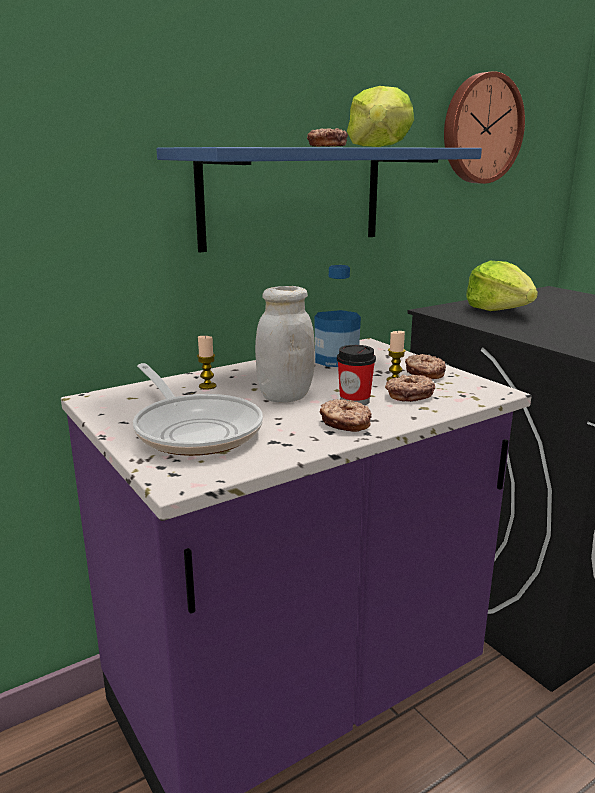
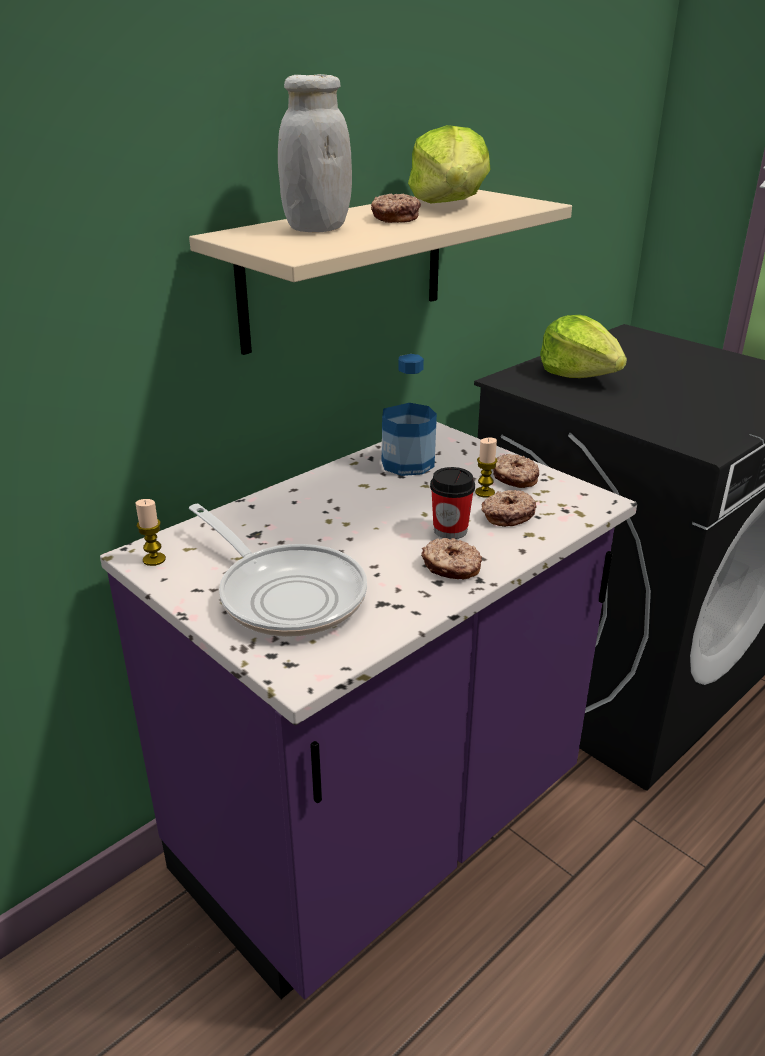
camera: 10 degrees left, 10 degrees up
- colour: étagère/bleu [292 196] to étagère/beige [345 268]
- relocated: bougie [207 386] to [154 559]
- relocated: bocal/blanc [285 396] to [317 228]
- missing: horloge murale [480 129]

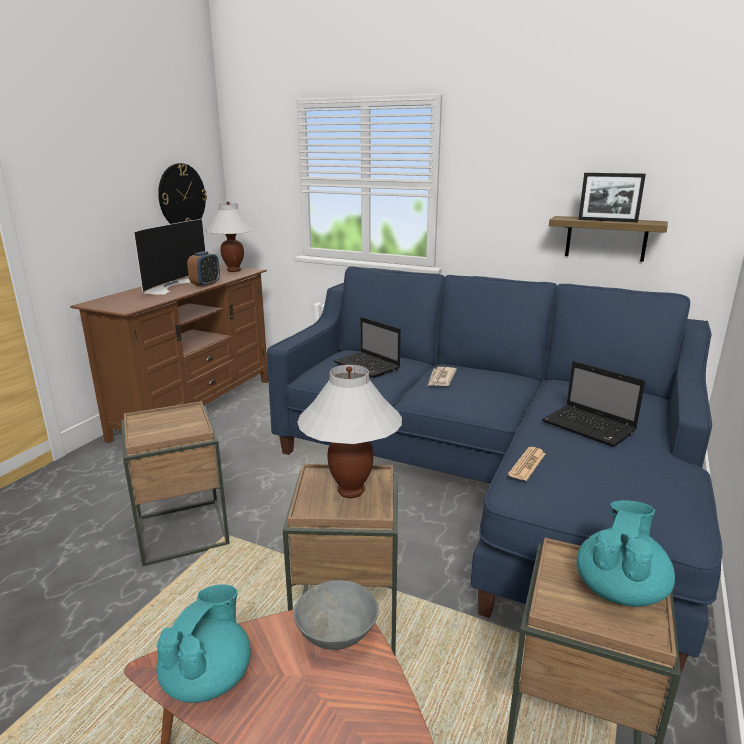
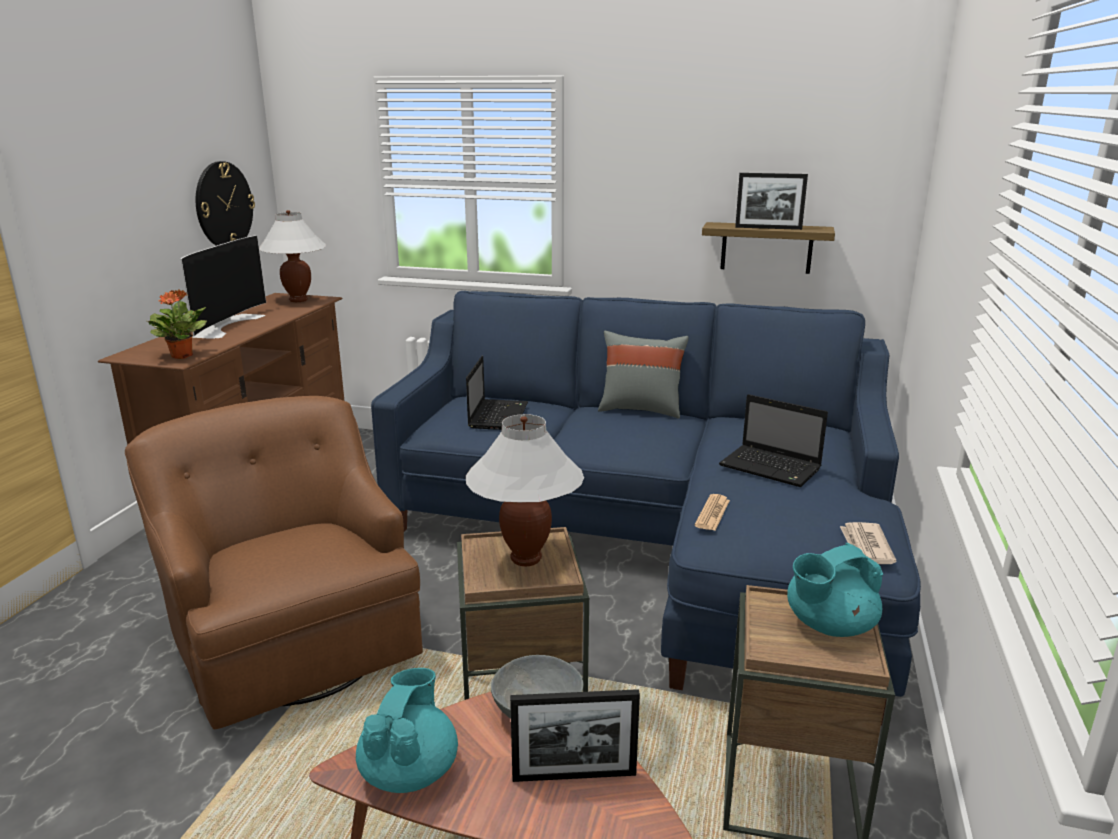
camera: 10 degrees left, 0 degrees up
- exchanged: table d'appoint/marron [183 531] to fauteuil/marron [293 637]
- missing: réveil [205 284]
- spun: ordinateur portable [368 366] = [498 415] 120 degrees counterclockwise
- relocated: journal [441 378] to [866 547]
- spun: théière/turquoise [619 589] = [828 626] 135 degrees counterclockwise
- appeared: plante en pot [182 356]
- appeared: cadre photo [574 775]
- appeared: coussin/gris [641 409]

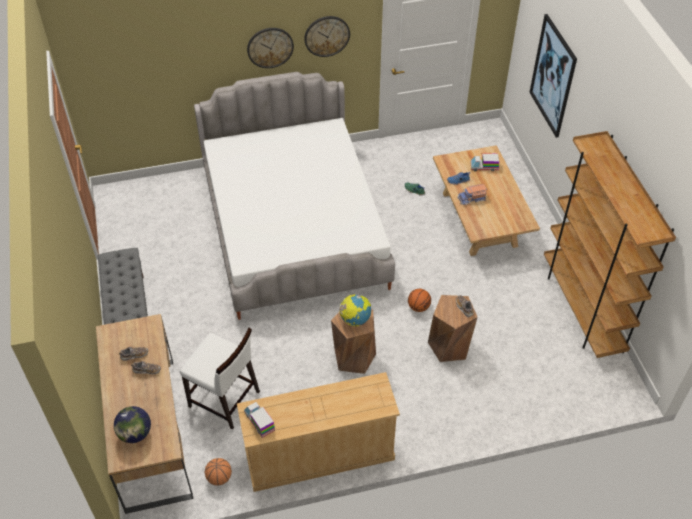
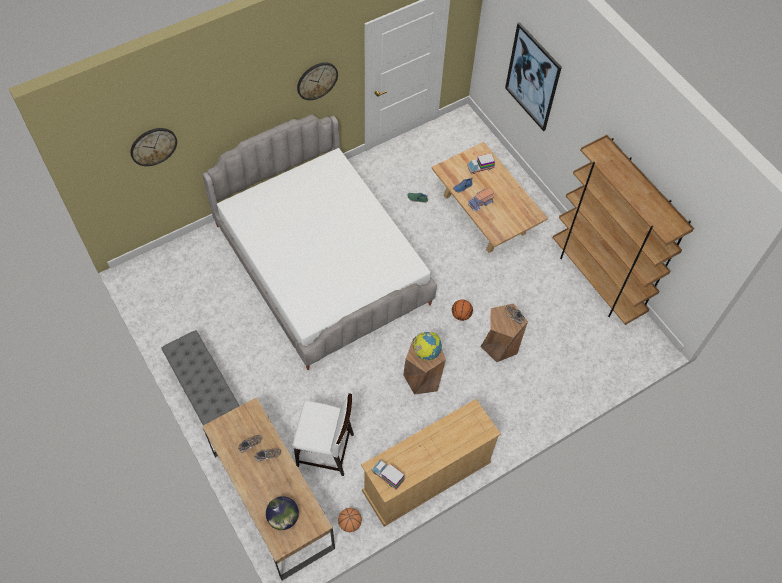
camera: 20 degrees left, 10 degrees up
- relocated: horloge murale [270 47] to [153 146]

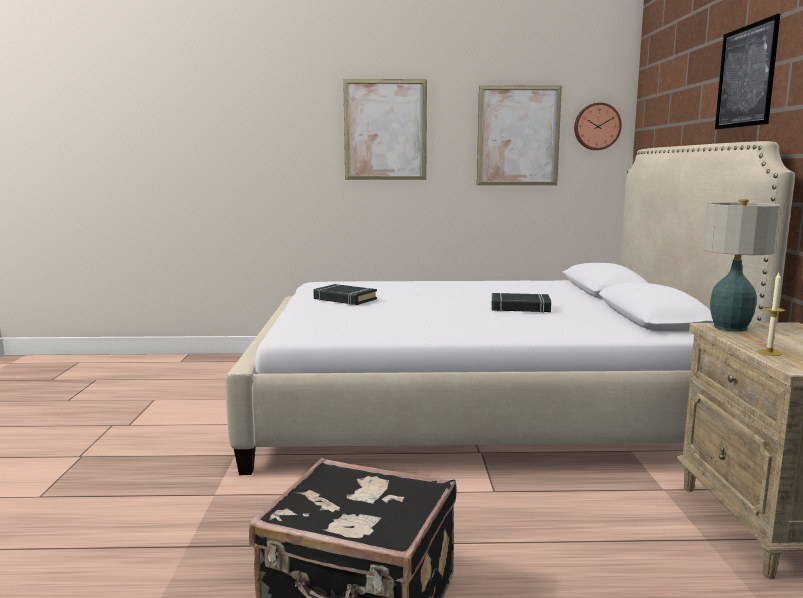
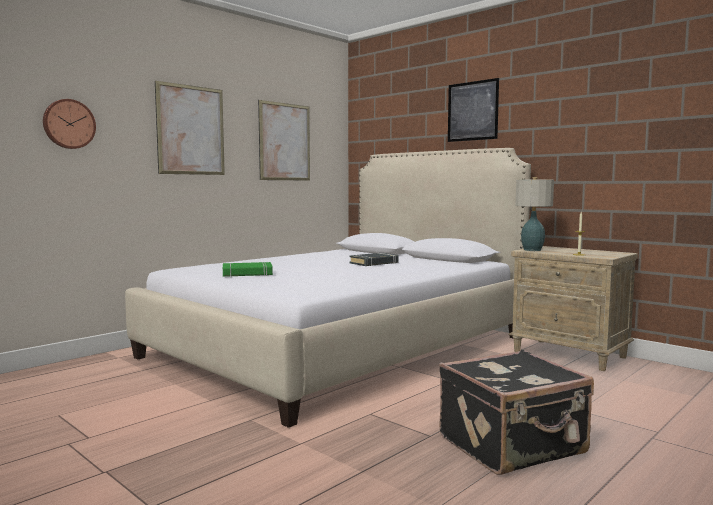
camera: 45 degrees left, 5 degrees down
- colour: livre/noir [344 299] to livre/vert [247 274]
- relocated: horloge murale [596 126] to [68 124]

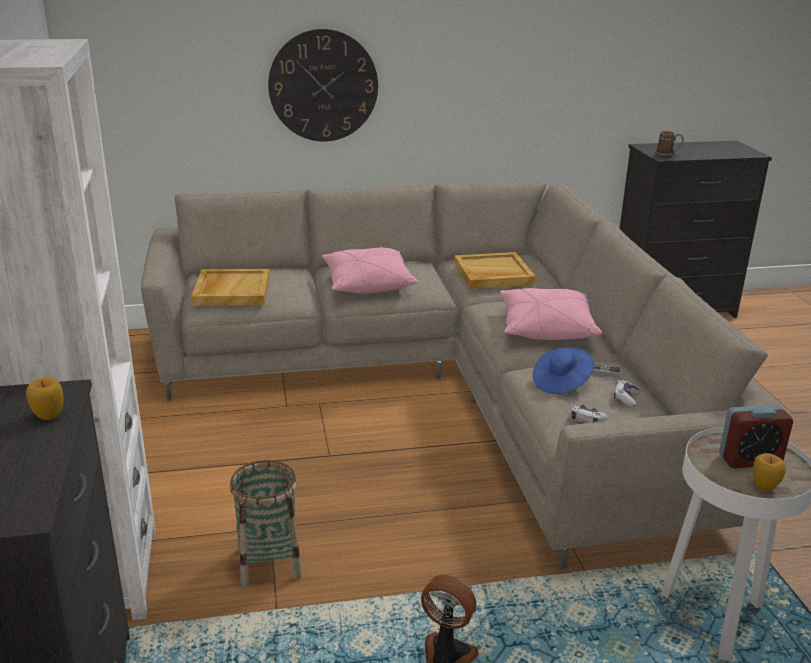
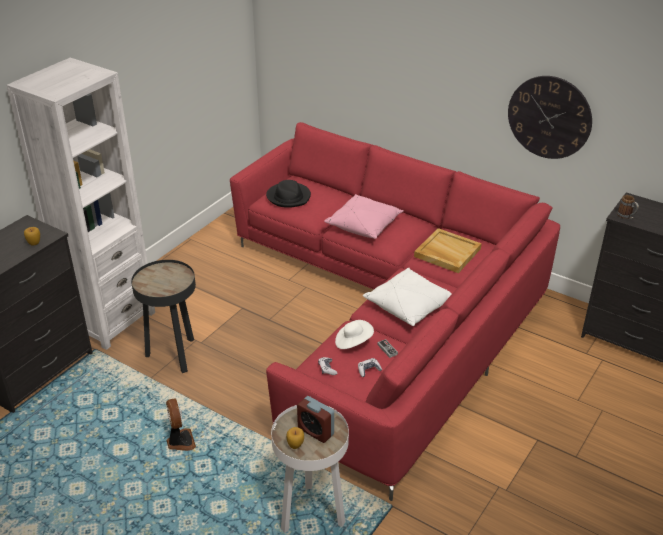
camera: 45 degrees right, 10 degrees up
- colour: canapé/beige [449 385] to canapé/rouge [388 314]
- exchanged: plateau/beige [231 290] to chapeau/noir [289 197]
- exchanged: panier [268 563] to table d'appoint/noir [174 356]
- relocated: horloge murale [323 86] to [549 117]
- colour: coussin/rose [545 328] to coussin/blanc [409 305]
- colour: chapeau/bleu [561 382] to chapeau/blanc [353 342]

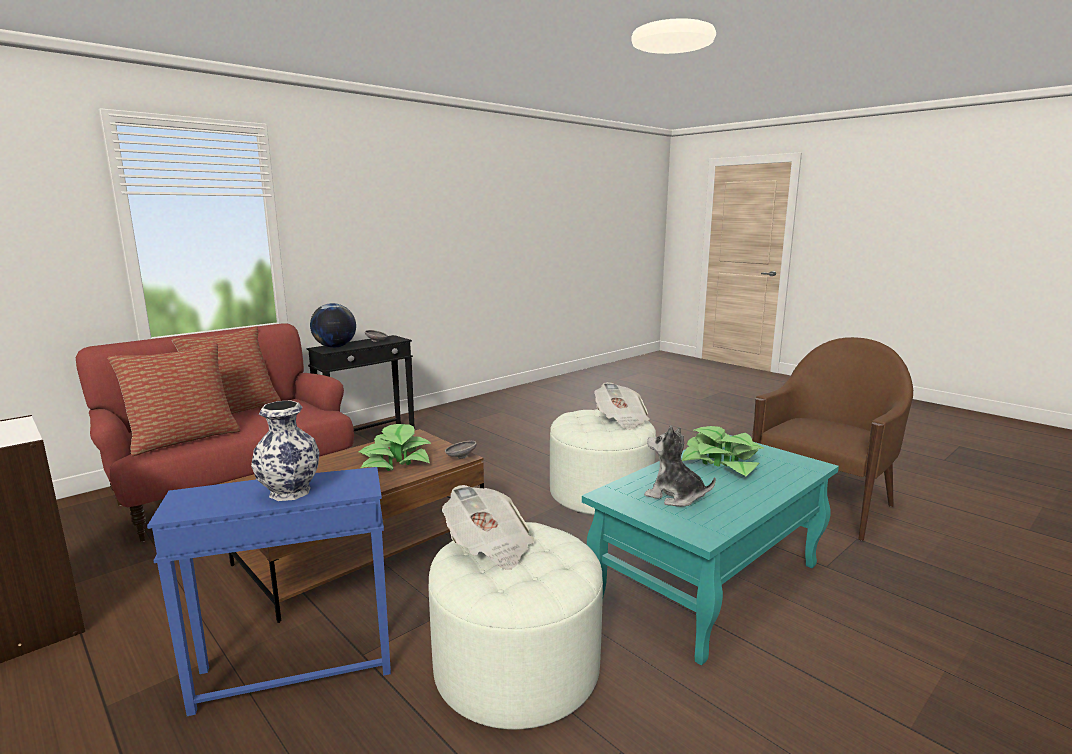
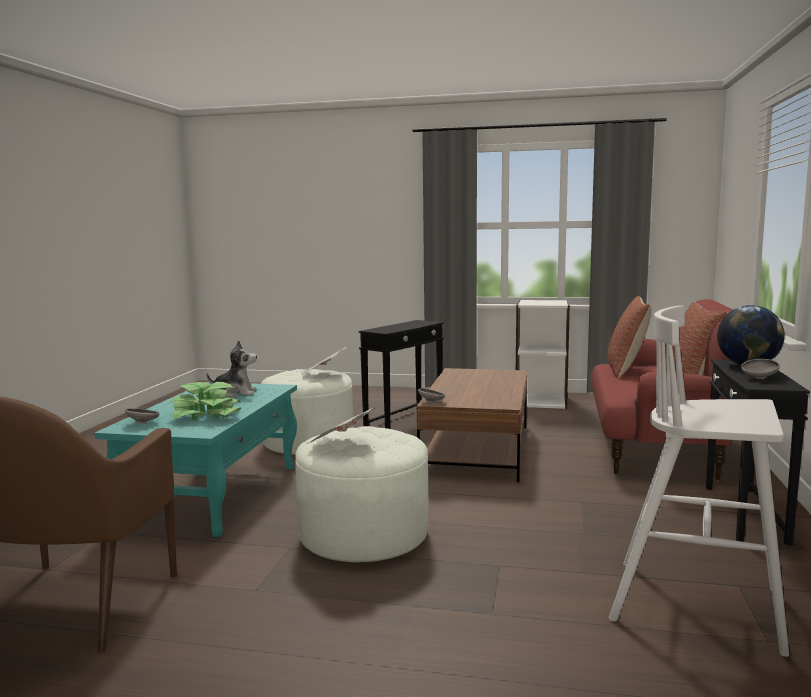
camera: 145 degrees right, 5 degrees down
- colour: table d'appoint/bleu [294 671] to table d'appoint/noir [405 420]
- missing: vase [291 491]
- missing: plante en pot [395 461]
- appeared: bol/gris [143 423]
- appeared: tabouret/blanc [700 606]

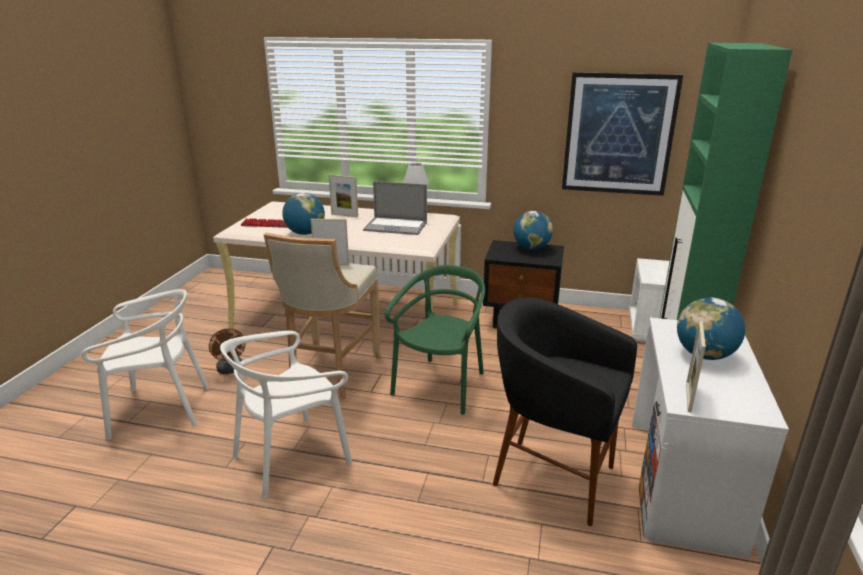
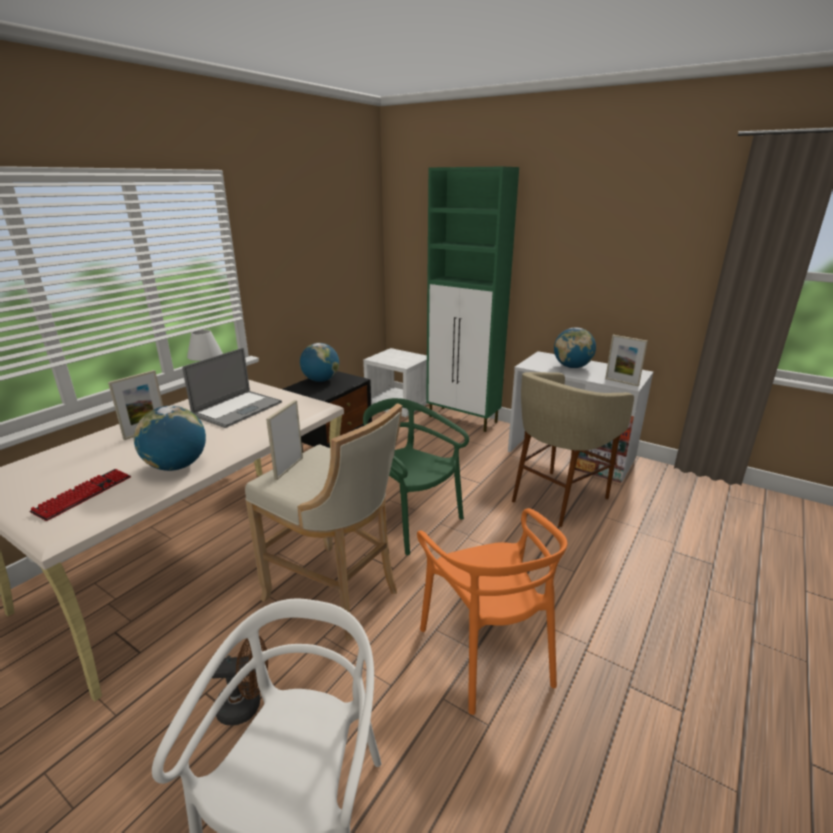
camera: 70 degrees left, 0 degrees up
- colour: chaise/blanc [292 457] to chaise/orange [488 652]
- colour: tabouret/noir [552 478] to tabouret/beige [557 498]
- missing: tableau [618 134]

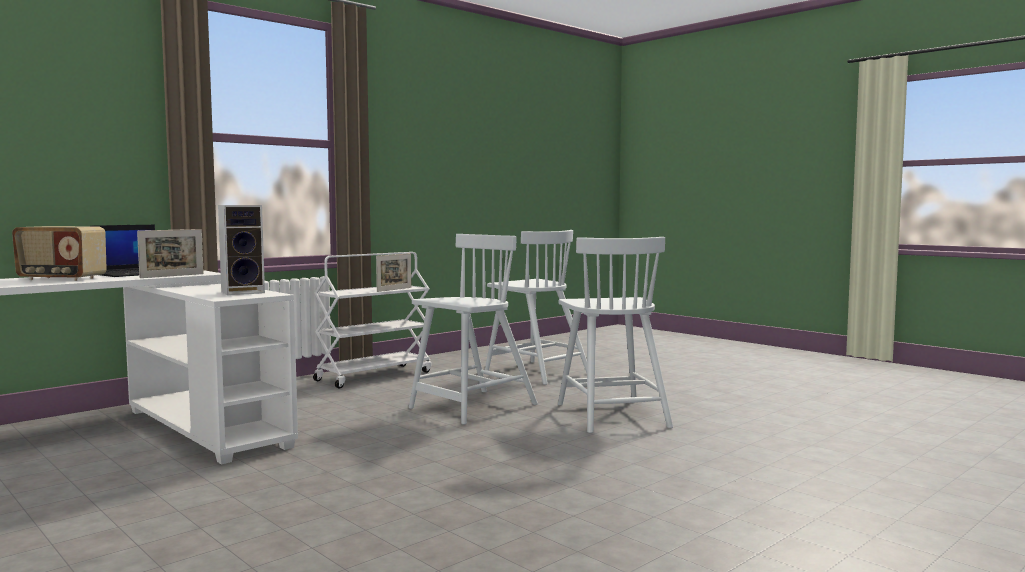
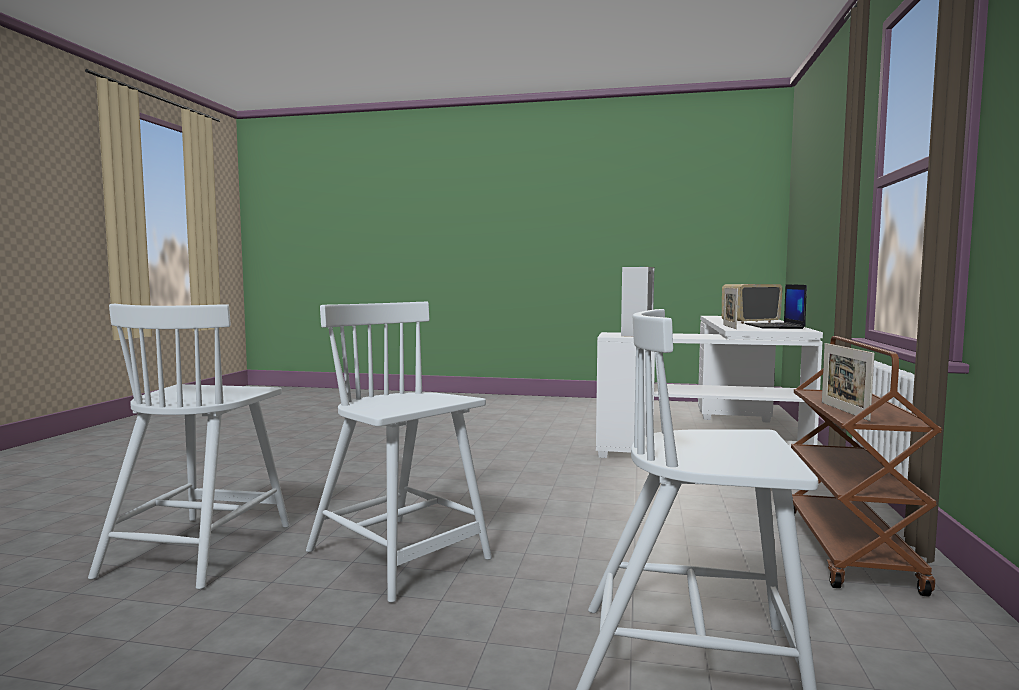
camera: 145 degrees right, 0 degrees up
- colour: chariot/blanc [374 376] to chariot/marron [850 551]
- relocated: chaise/blanc [472 407] to [200 548]

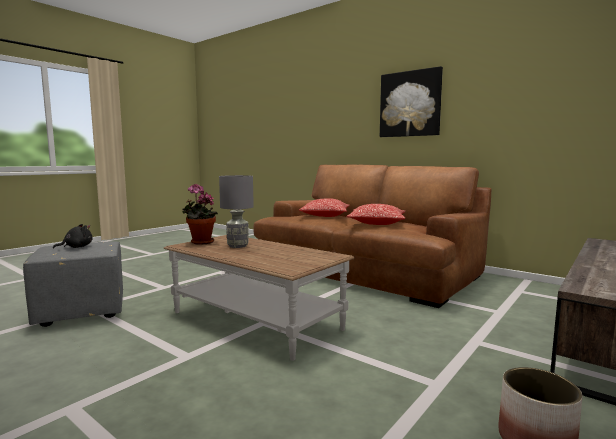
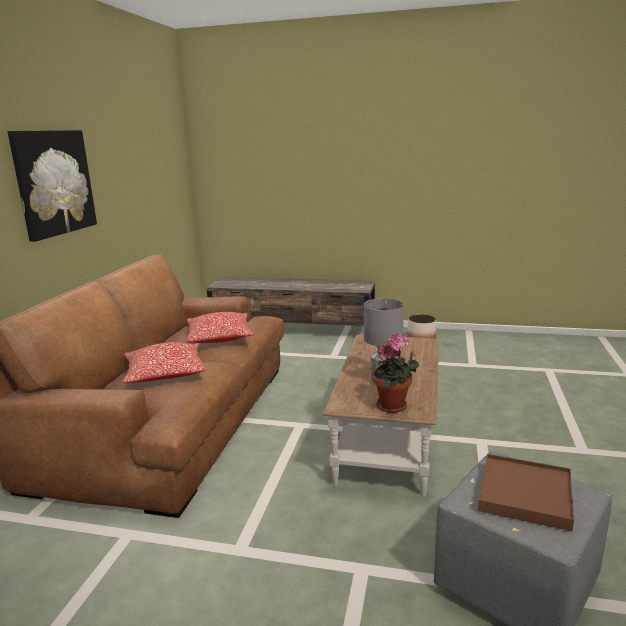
camera: 115 degrees left, 10 degrees up
- exchanged: peluche/noir [76 247] to plateau/marron [525 494]

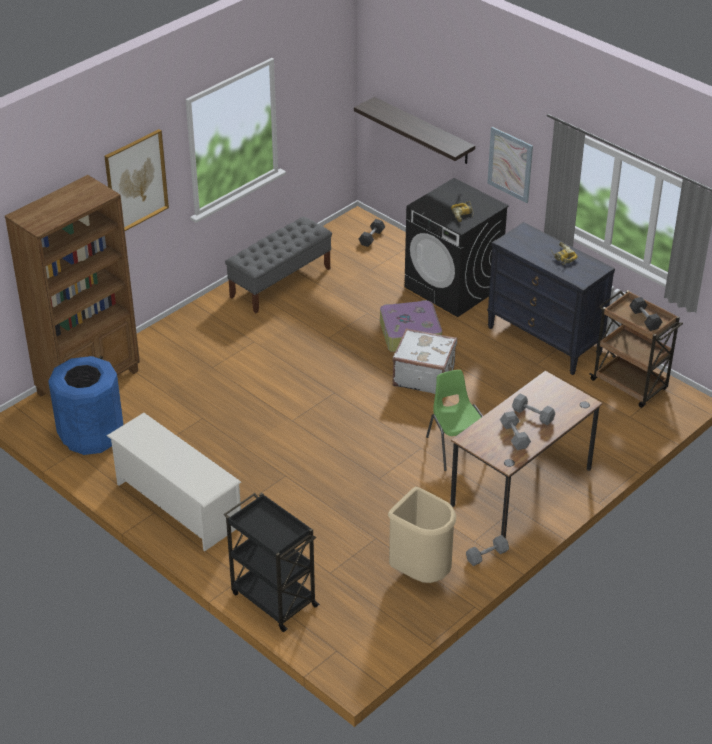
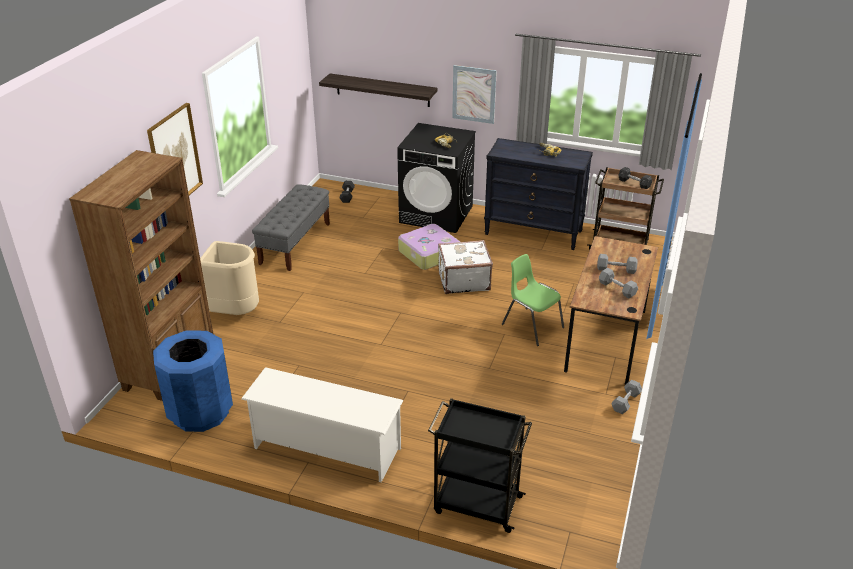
camera: 25 degrees left, 5 degrees down
- relocated: poubelle/beige [421 572] to [235 312]

